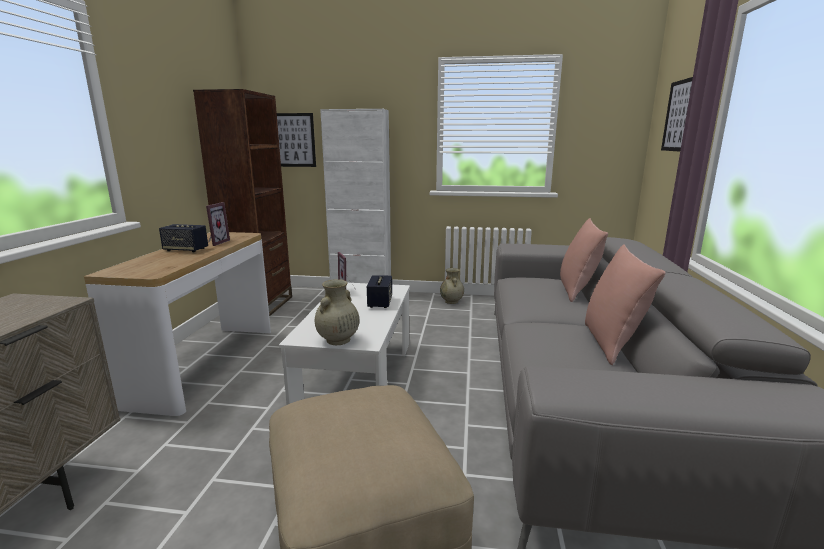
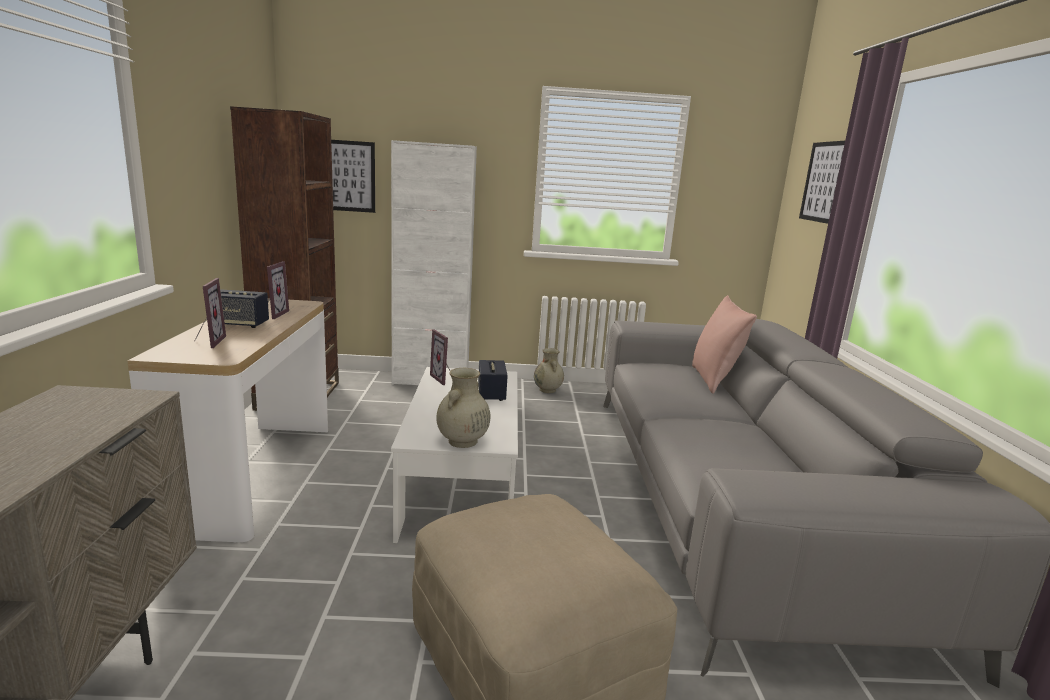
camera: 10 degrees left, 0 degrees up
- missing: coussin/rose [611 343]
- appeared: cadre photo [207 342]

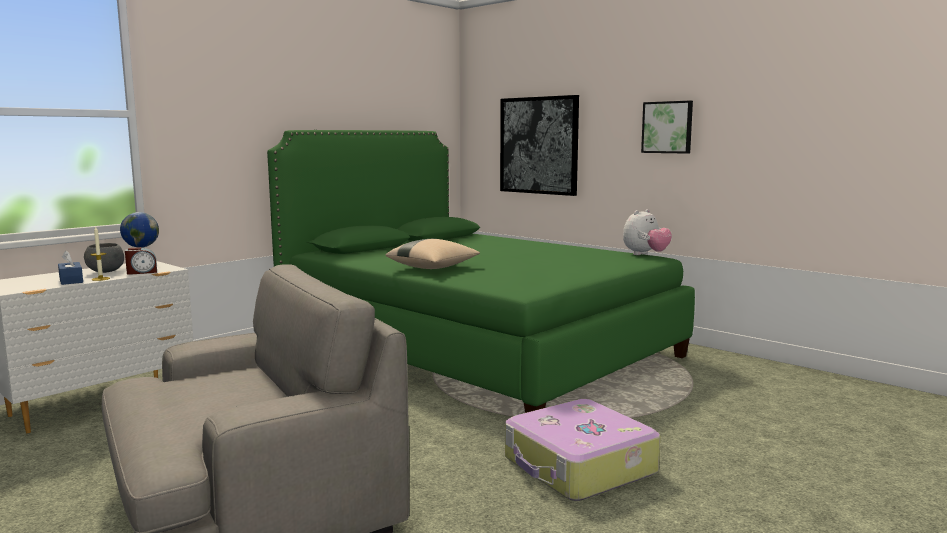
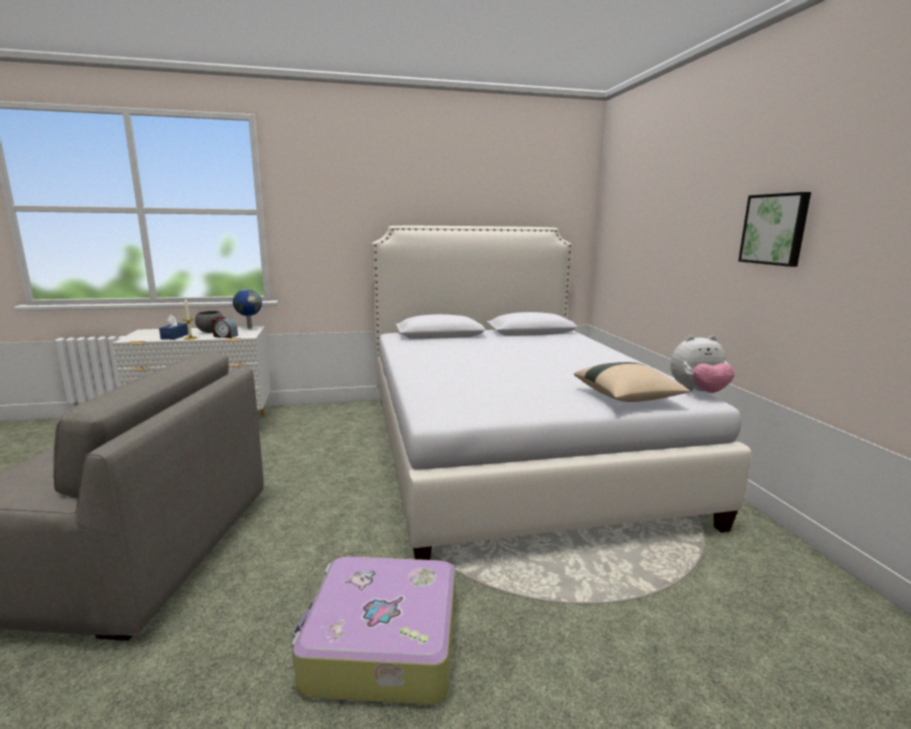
camera: 35 degrees right, 5 degrees up
- colour: lit/vert [475 349] to lit/blanc [509 450]
- relocated: coussin/beige [433 268] to [627 398]
- missing: tableau [539 145]

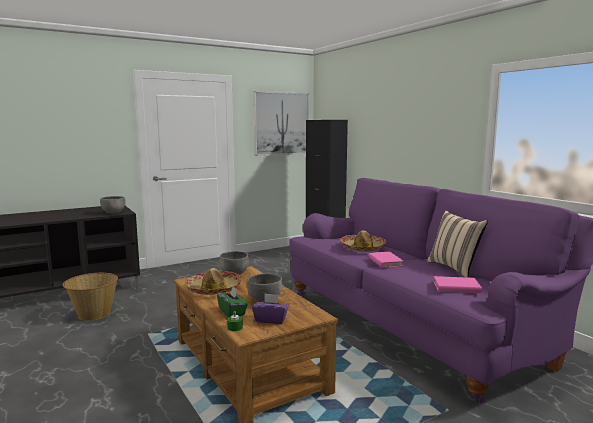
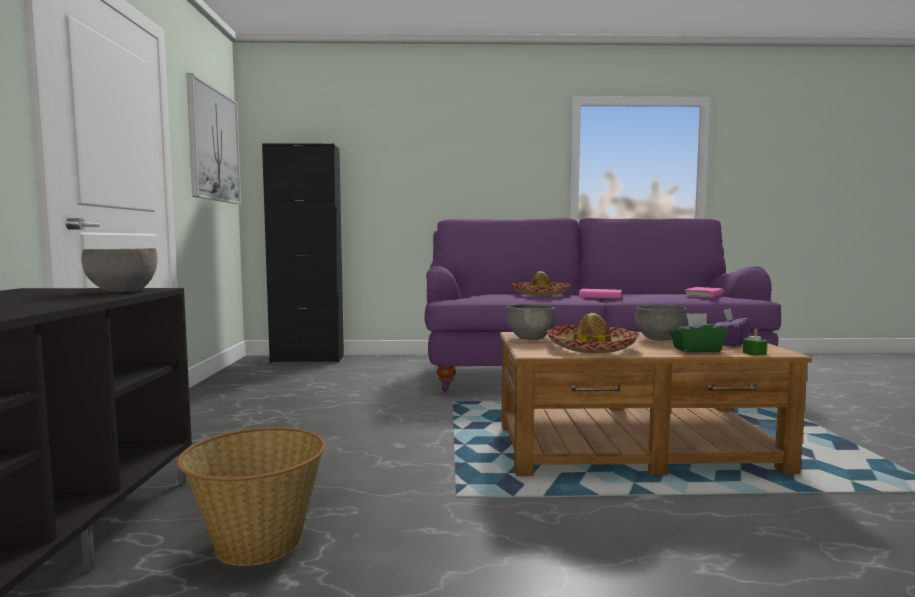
camera: 60 degrees left, 5 degrees down
- missing: coussin/beige [454 268]

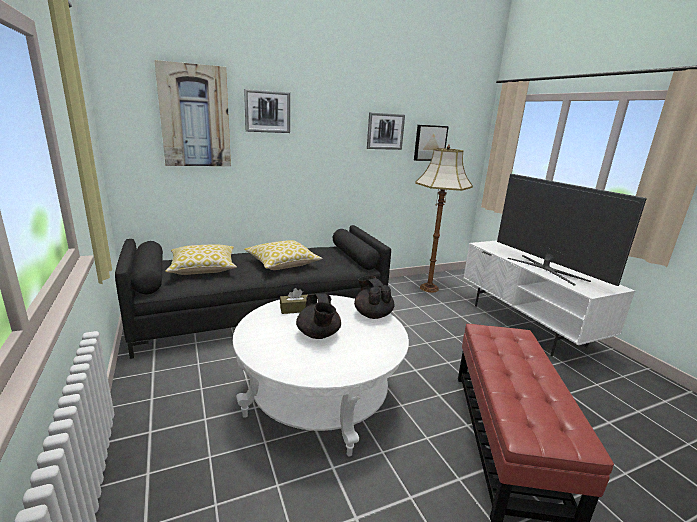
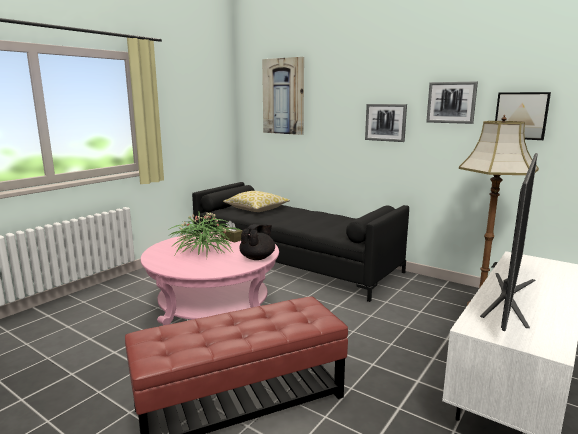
camera: 60 degrees right, 5 degrees down
- colour: table basse/blanc [320 398] to table basse/rose [214 310]
- relocated: tableau [267 111] to [385 122]
- missing: coussin [282 264]
- exchanged: théière/noir [318 335] to plante en pot [204 251]

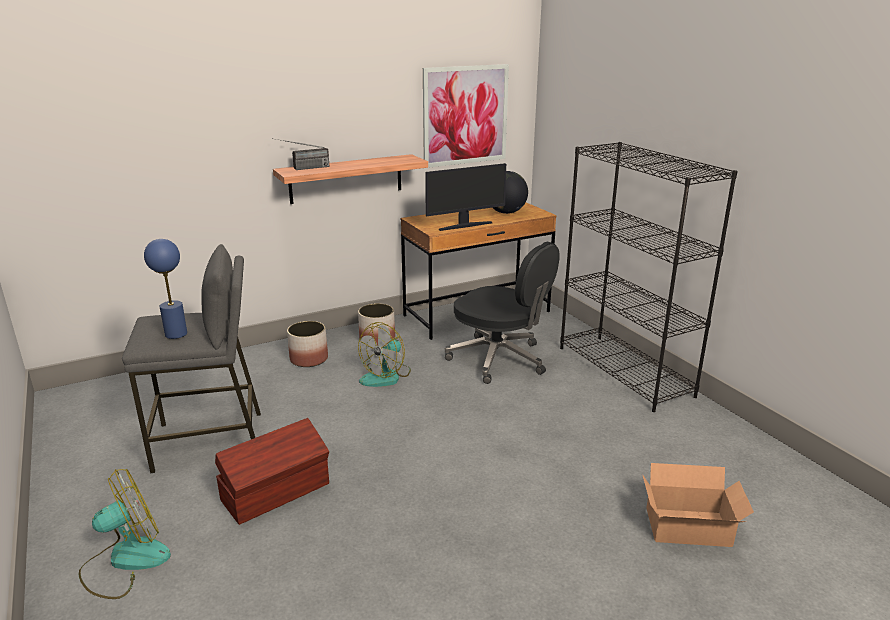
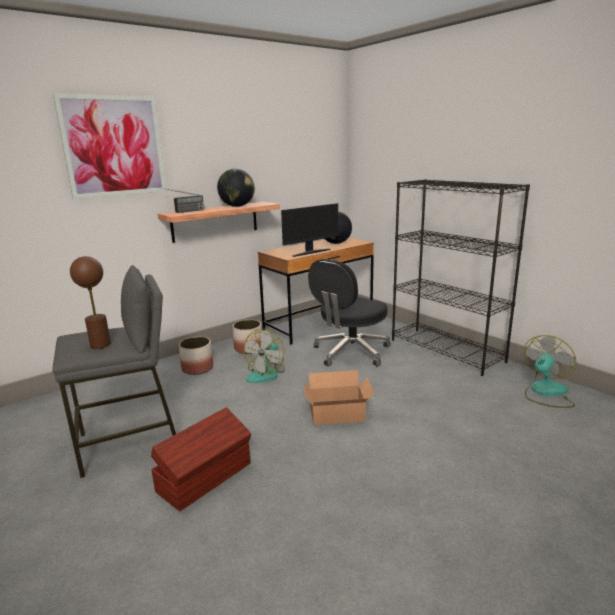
camera: 10 degrees left, 5 degrees down
- relocated: ventilateur [125 561] to [545 393]
- colour: lampe de table/bleu [175 334] to lampe de table/marron [100 344]
- relocated: tableau [465 115] to [114 146]
- spun: chaise de bureau/noir [499 359] = [350 352] 105 degrees clockwise
- relocated: carton [690 529] to [338 414]
- appeared: globe [237 206]

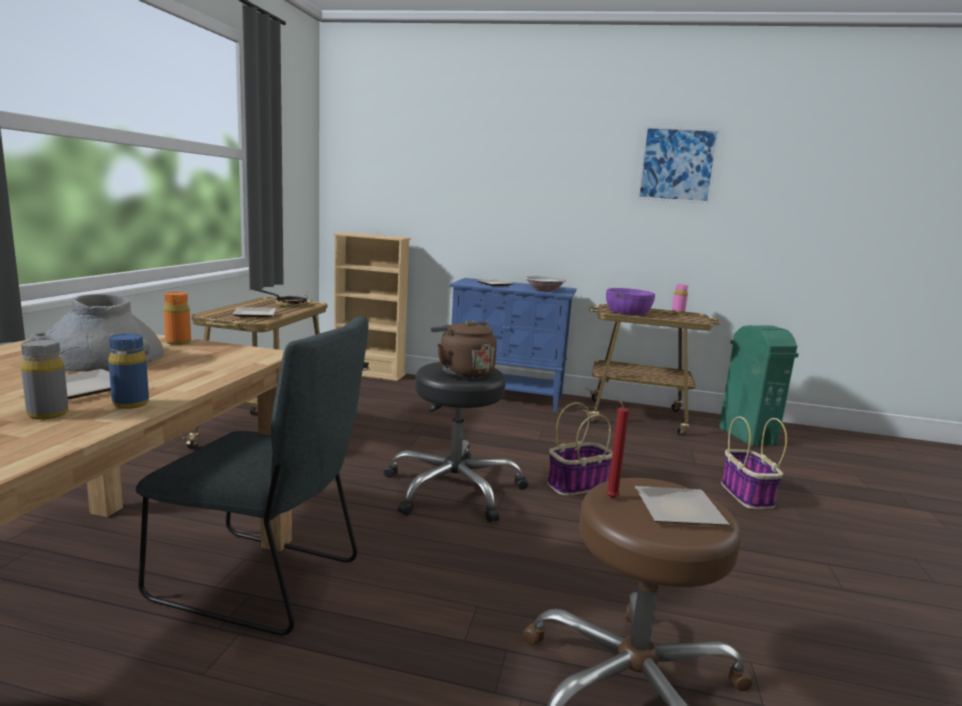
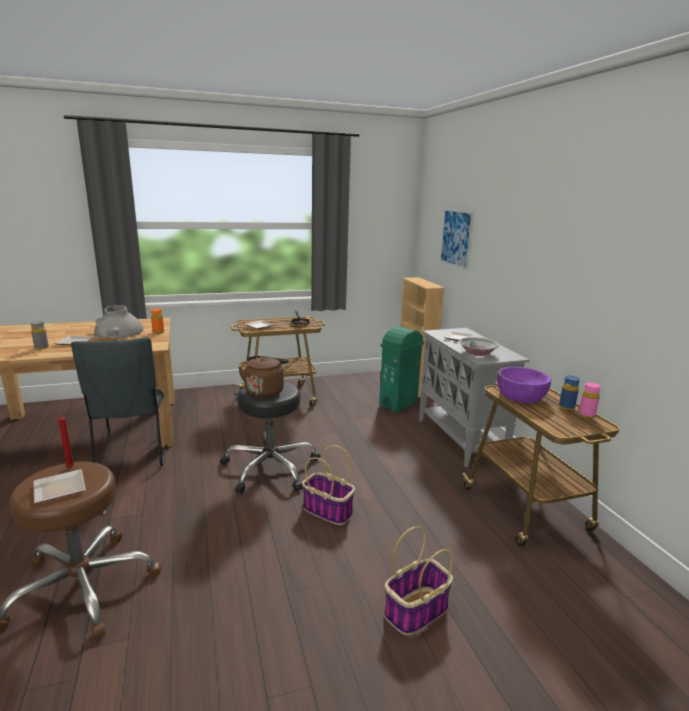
camera: 60 degrees right, 5 degrees up
- relocated: bouteille/bleu [131 404] to [566 407]
- colour: meuble de rangement/bleu [507 396] to meuble de rangement/gris [461 439]
- relocated: tableau [677 164] to [456 238]
- relocated: poubelle/vert [747 436] to [398 404]

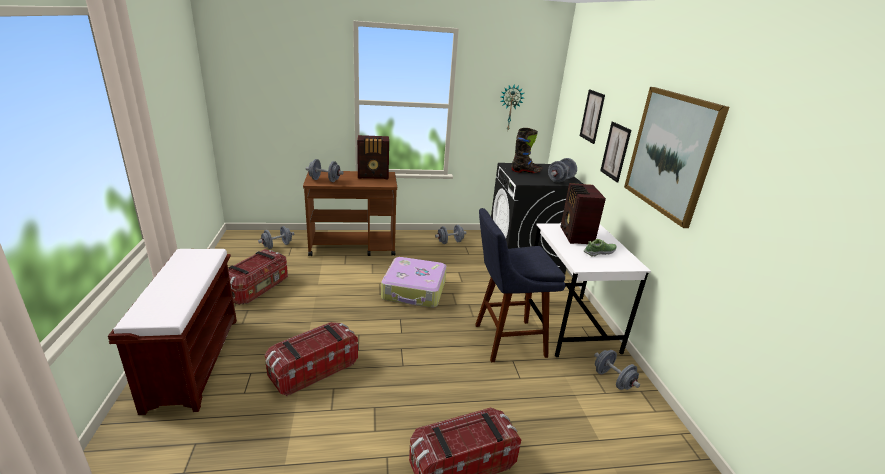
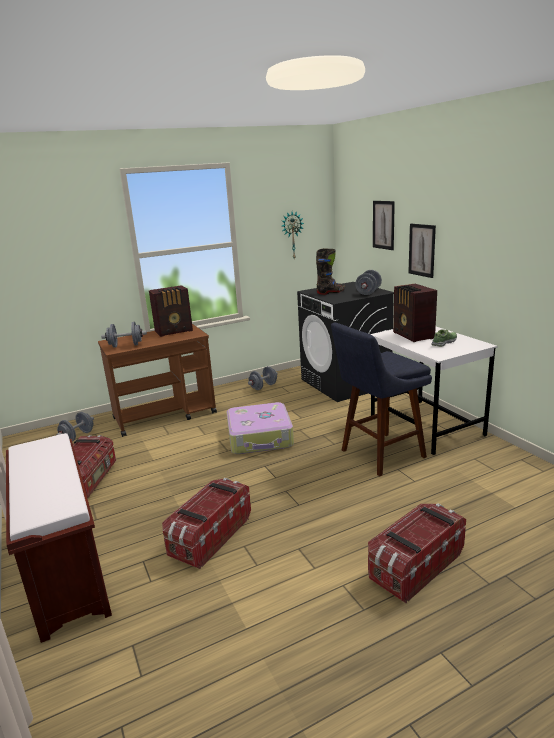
camera: 15 degrees left, 5 degrees down
- missing: haltère/gris [613 380]
- missing: tableau [670 153]

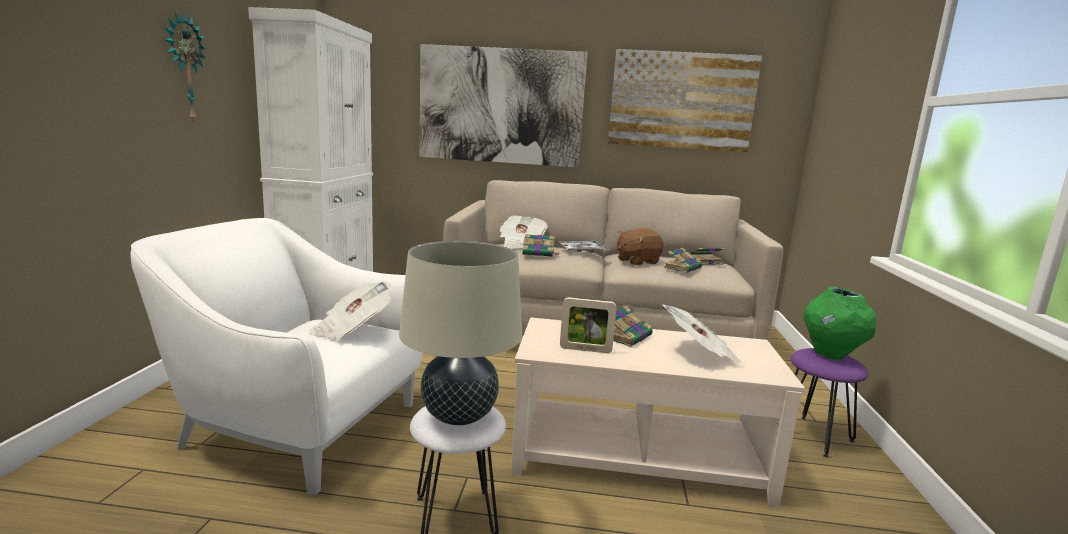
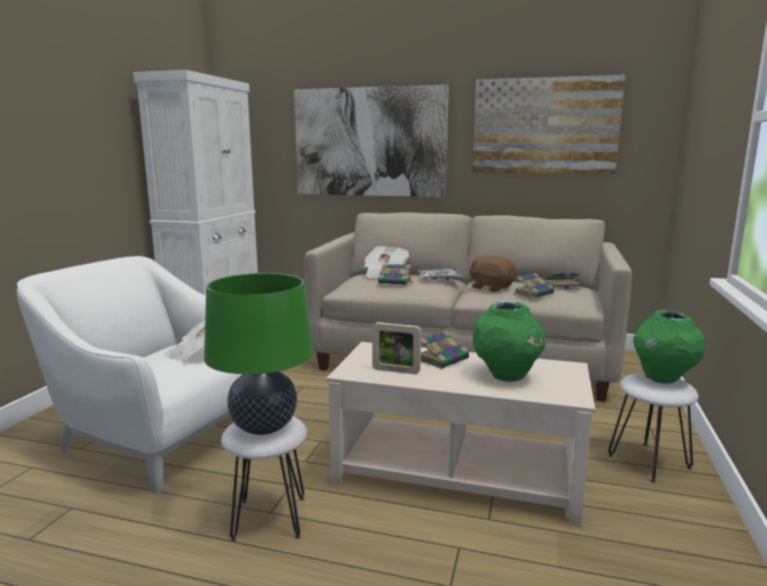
camera: 10 degrees right, 0 degrees up
- missing: horloge murale [184 68]
- colour: lampe de table/beige [459 416] to lampe de table/vert [264 427]
- spun: peluche/marron [637 261] = [491 287] 60 degrees clockwise
- exchanged: journal [700 354] to vase/vert [506 376]
- colour: tabouret/violet [813 435] to tabouret/blanc [648 461]

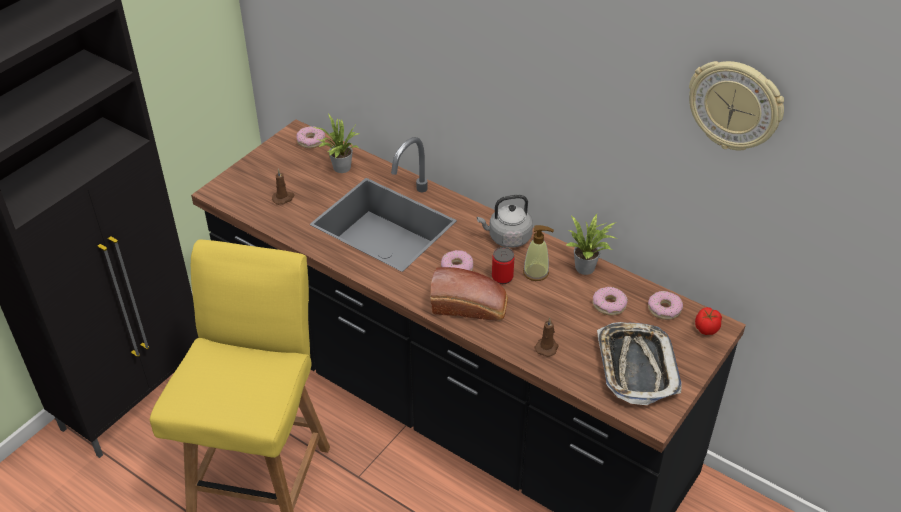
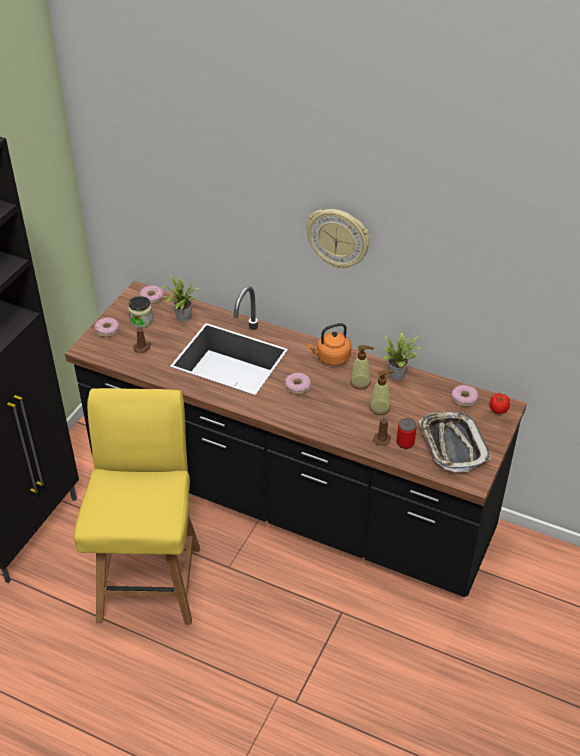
camera: 10 degrees left, 0 degrees up
- missing: pain [471 307]
- colour: bouilloire/gris [507 238] to bouilloire/orange [331 358]
- relocated: boîte métallique [502 277] to [405 443]
- relocated: beignet [609 305] to [107 330]
- relocated: horloge murale [735 105] to [338 238]
- appeared: bocal [141 321]
- appeared: distributeur de savon [380 408]

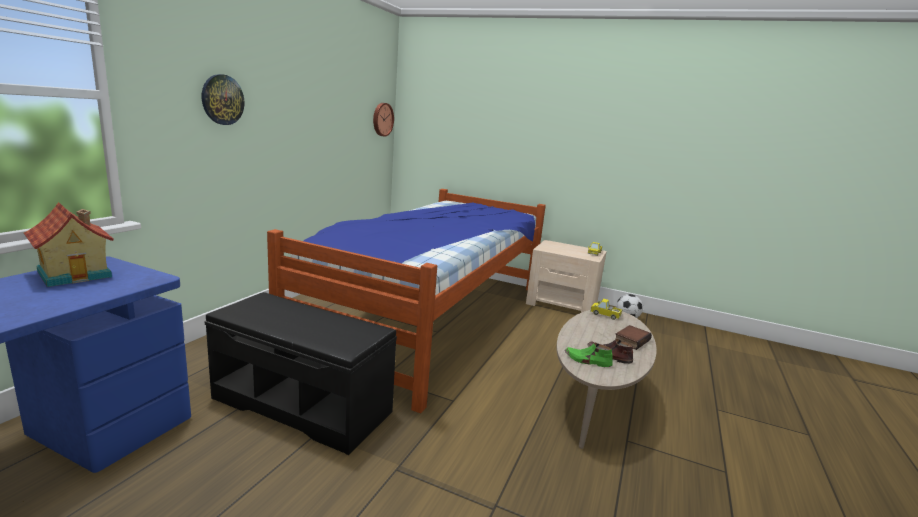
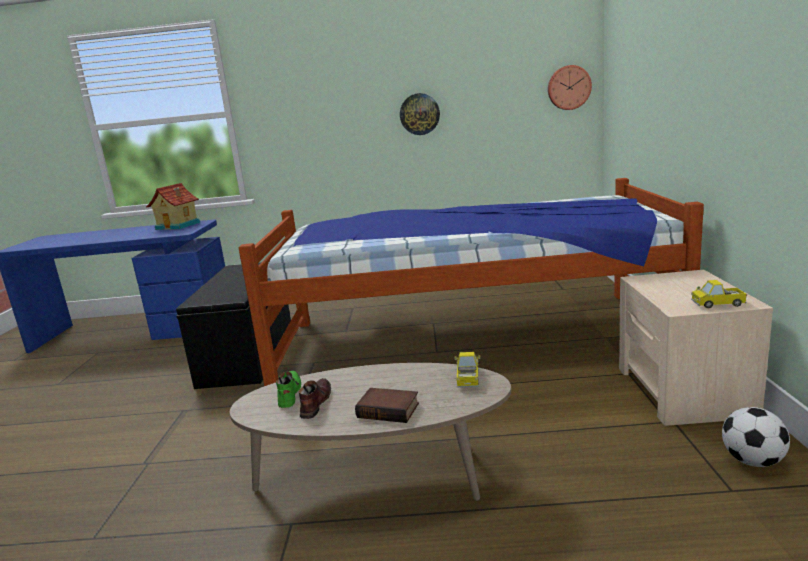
camera: 70 degrees right, 0 degrees up
- relocated: horloge murale [222 99] to [419 114]

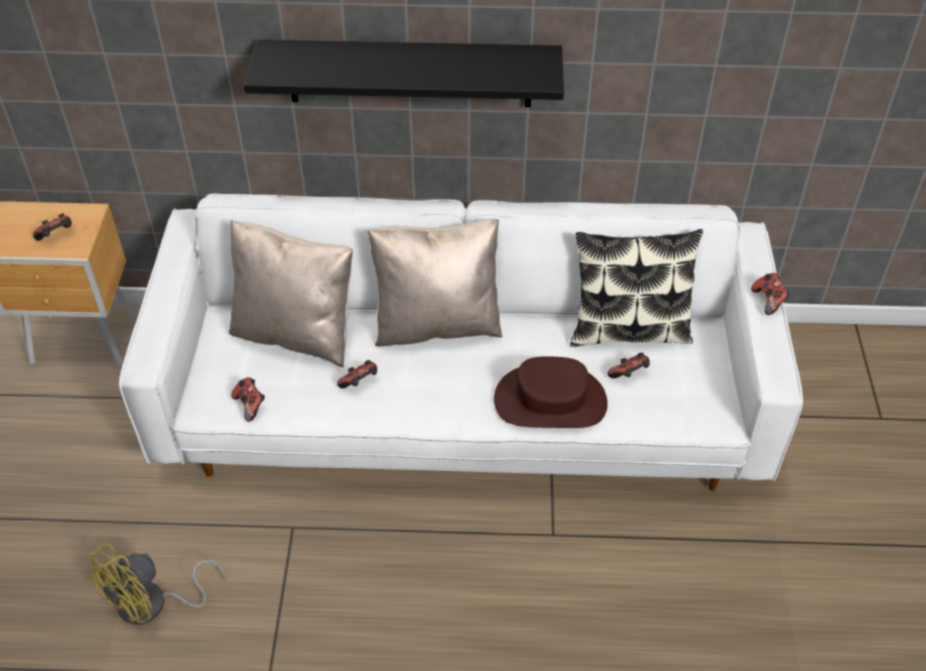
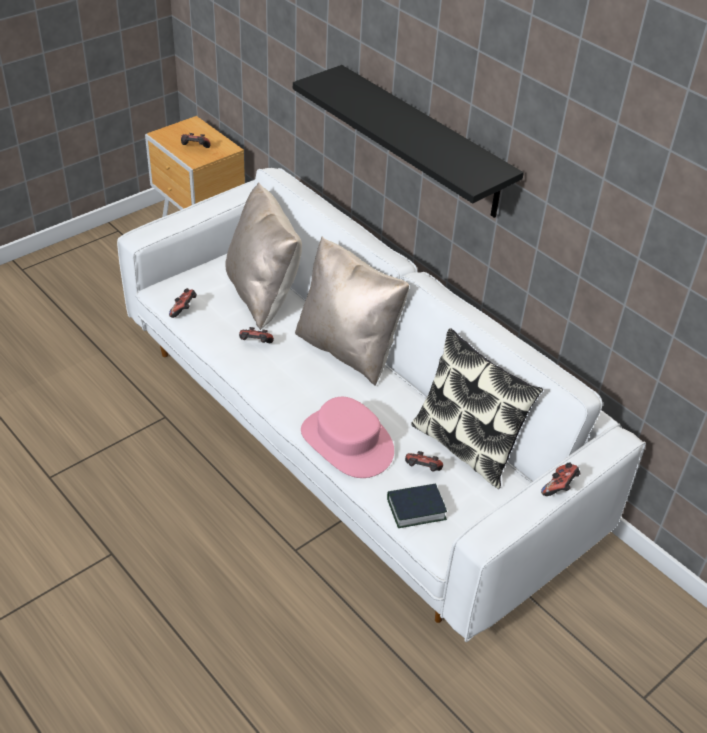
camera: 45 degrees right, 5 degrees down
- missing: ventilateur/jaune [153 605]
- colour: chapeau/marron [550 401] to chapeau/rose [347 442]
- appeared: livre [416 509]

